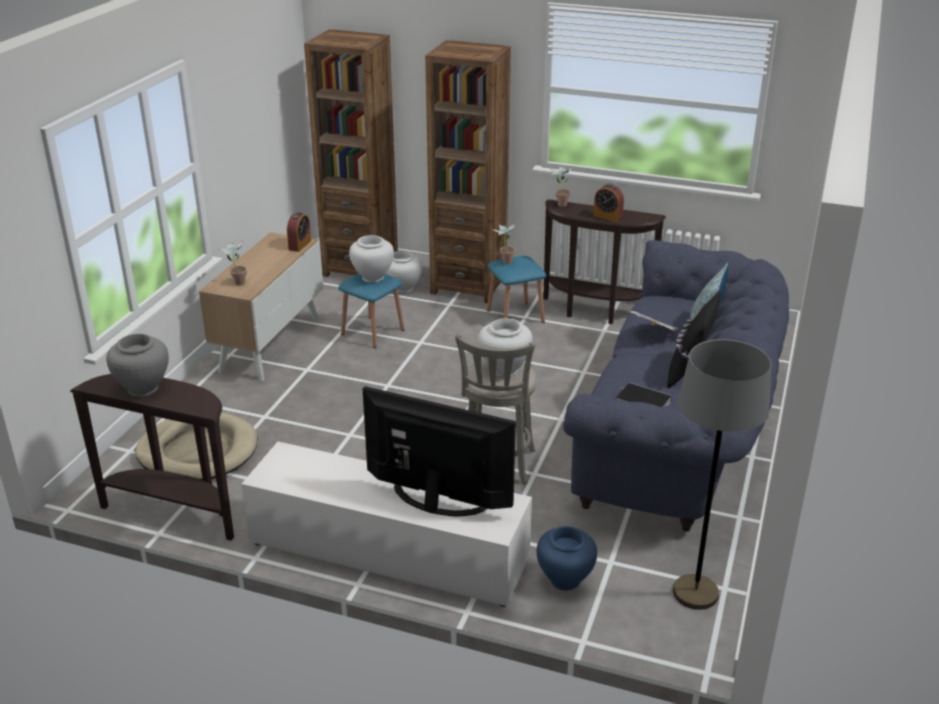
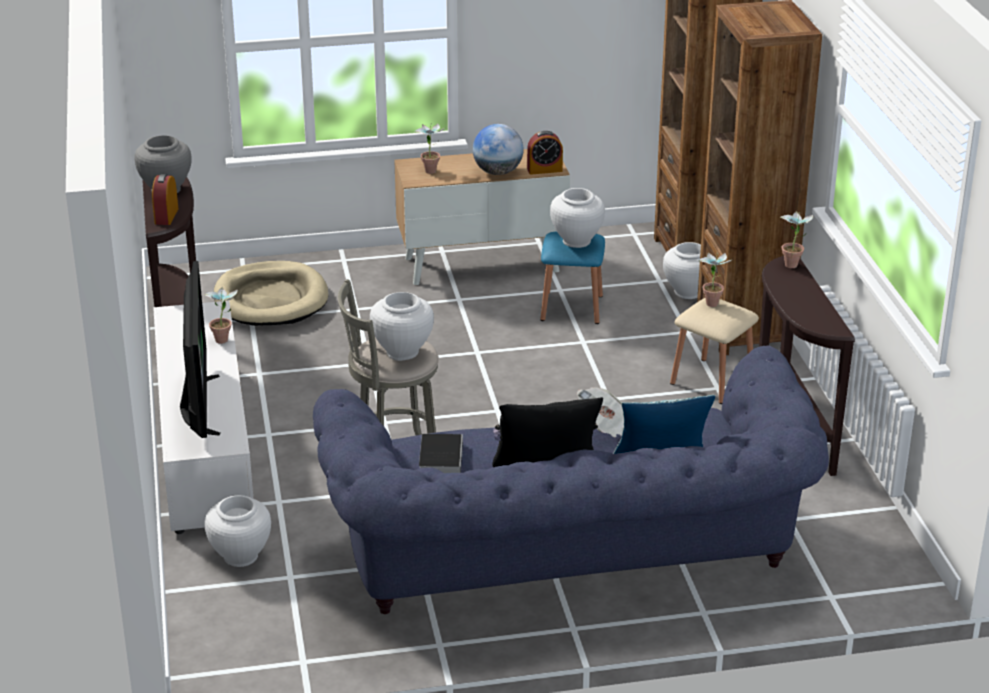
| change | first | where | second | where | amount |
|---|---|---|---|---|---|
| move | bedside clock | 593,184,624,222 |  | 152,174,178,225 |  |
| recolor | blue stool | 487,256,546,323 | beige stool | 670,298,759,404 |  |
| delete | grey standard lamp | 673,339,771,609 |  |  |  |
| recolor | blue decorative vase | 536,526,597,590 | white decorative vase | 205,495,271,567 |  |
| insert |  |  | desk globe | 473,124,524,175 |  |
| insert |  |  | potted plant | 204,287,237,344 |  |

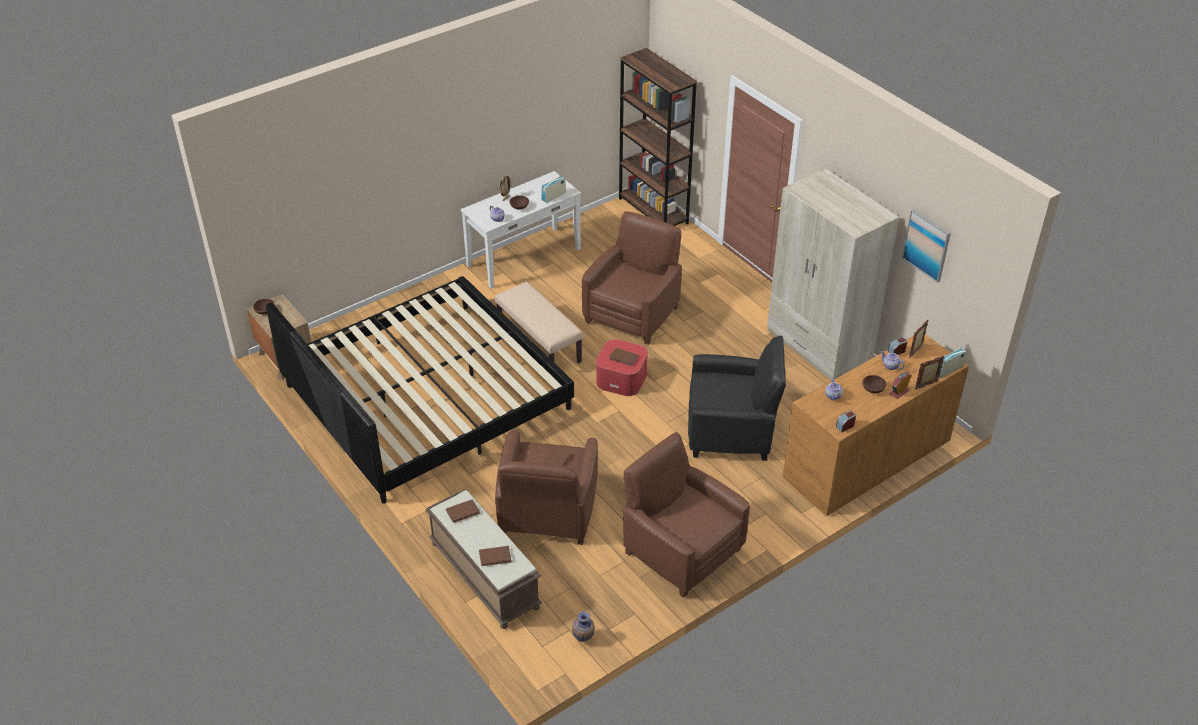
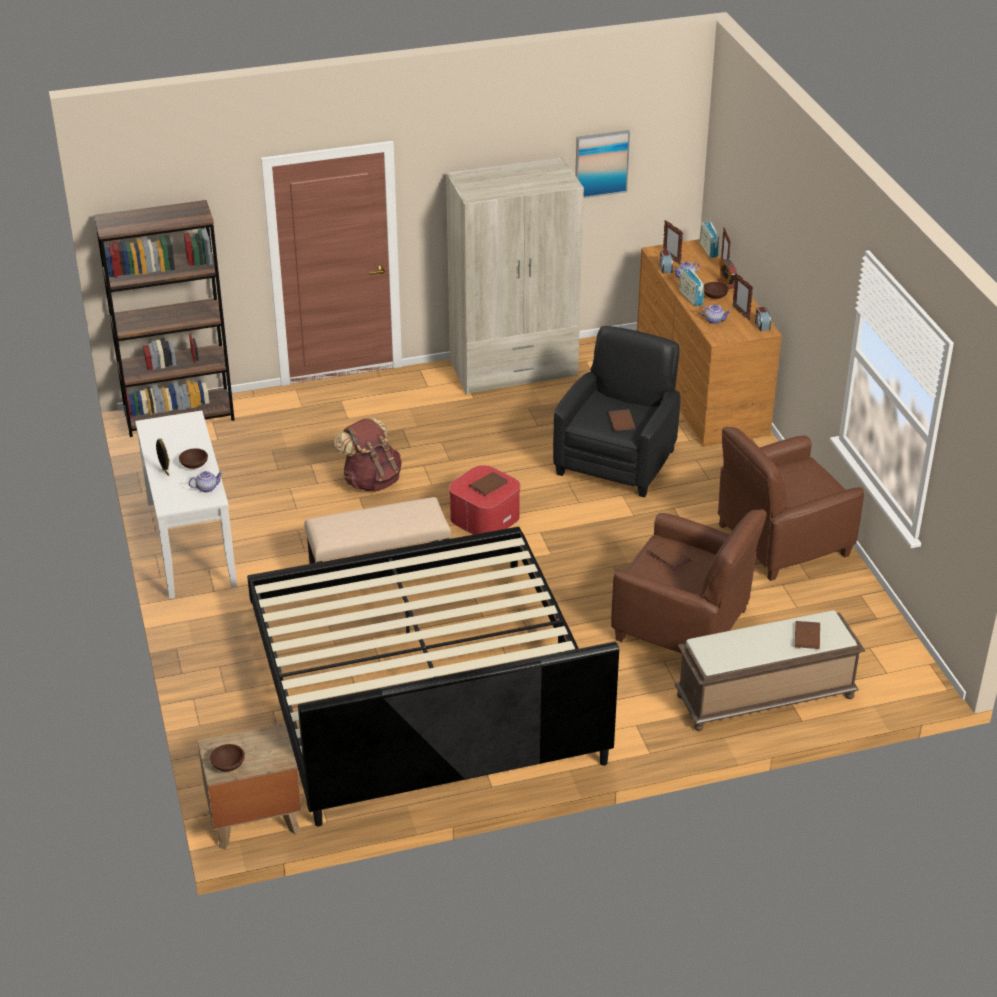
| change | first | where | second | where | amount |
|---|---|---|---|---|---|
| move | radio receiver | 542,174,566,203 |  | 679,266,704,306 |  |
| replace | brown armchair | 582,212,682,345 | brown knapsack | 334,418,402,491 |  |
| move | brown book | 446,499,480,523 |  | 609,409,635,431 |  |
| delete | decorative vase | 572,611,595,642 |  |  |  |
| insert |  |  | picture frame | 733,273,753,320 |  |

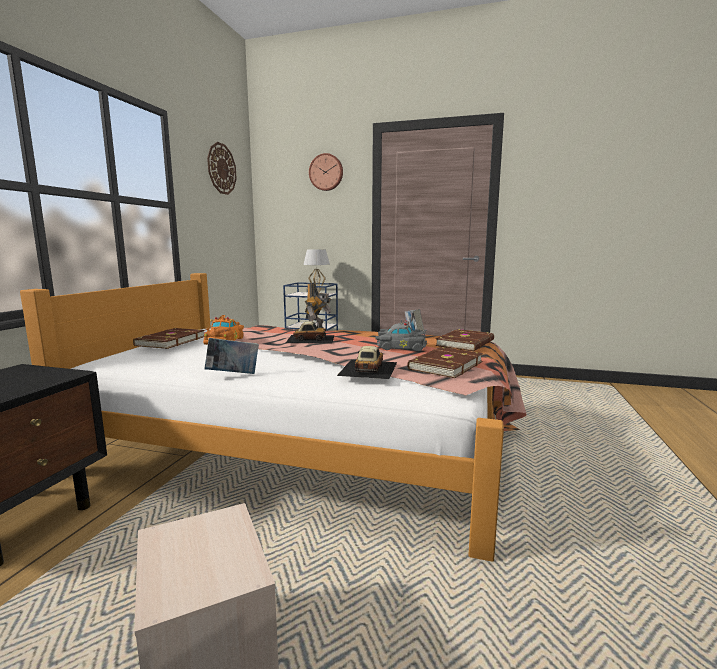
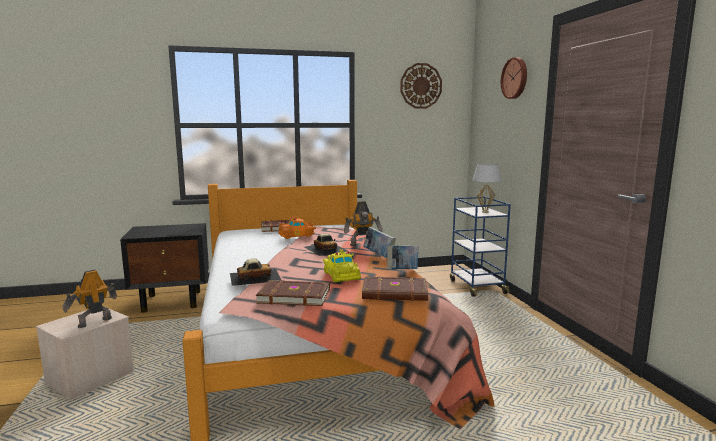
| change | first | where | second | where | amount |
|---|---|---|---|---|---|
| recolor | grey miniature car | 375,320,427,352 | yellow miniature car | 323,249,361,282 |  |
| move | book | 204,338,259,374 |  | 363,227,396,258 |  |
| insert |  |  | toy robot | 63,269,117,328 |  |

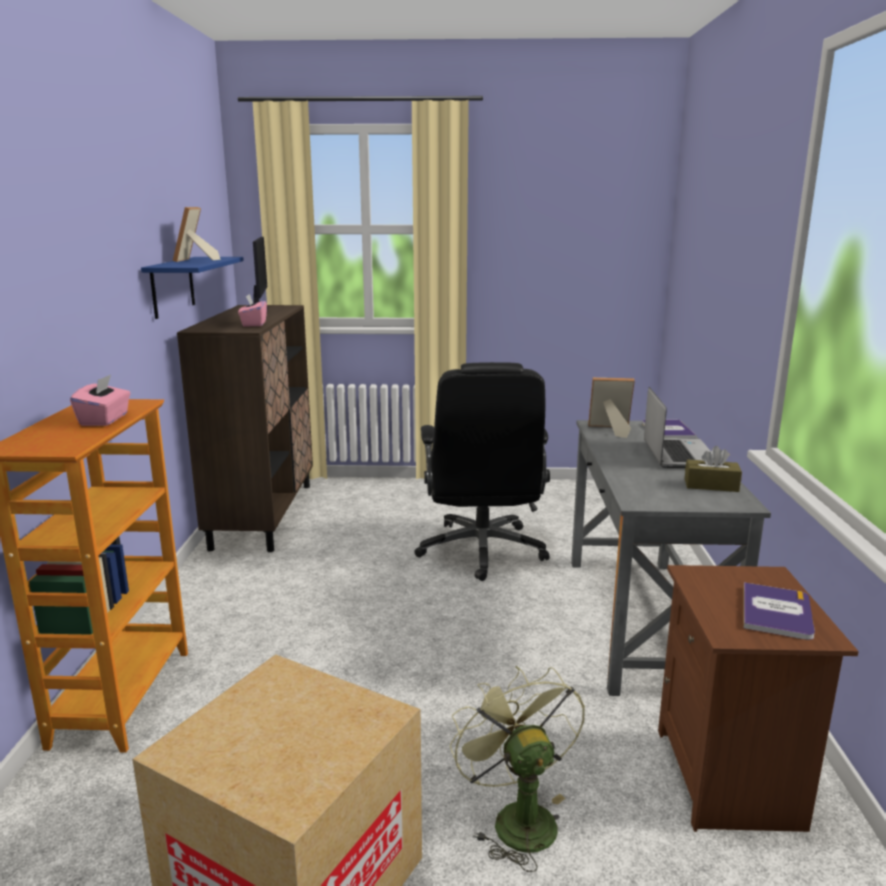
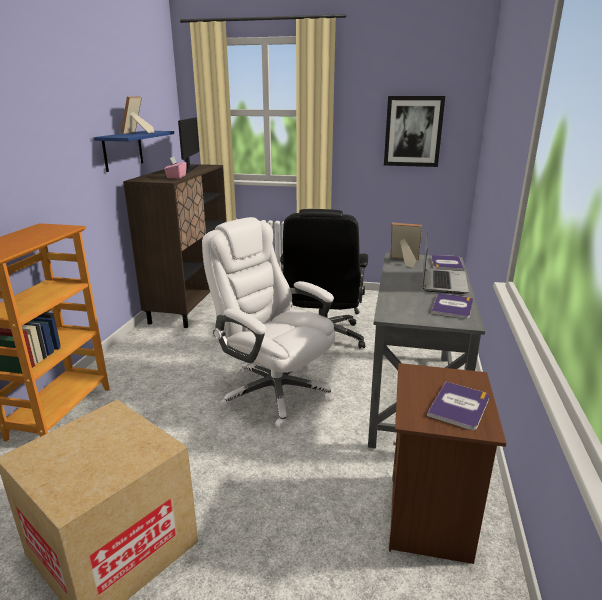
| change | first | where | second | where | amount |
|---|---|---|---|---|---|
| delete | pink tissue box | 70,374,130,426 |  |  |  |
| replace | brown tissue box | 685,446,742,492 | book | 431,293,473,319 |  |
| delete | green electric fan | 450,666,585,872 |  |  |  |
| insert |  |  | picture | 384,96,445,167 |  |
| insert |  |  | white desk chair | 202,217,335,429 |  |

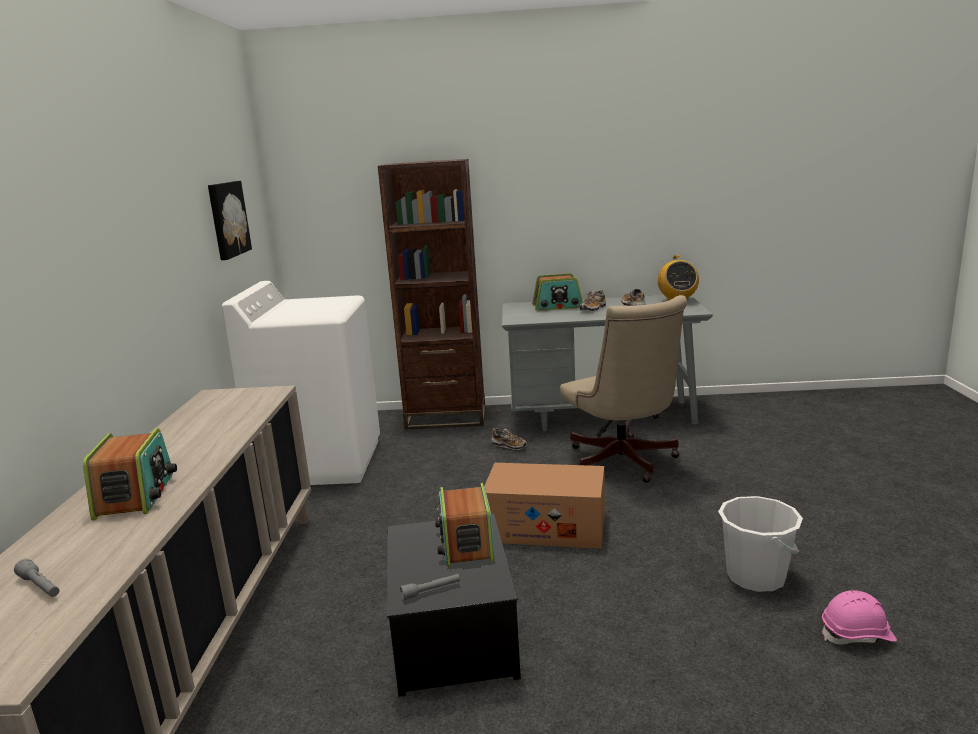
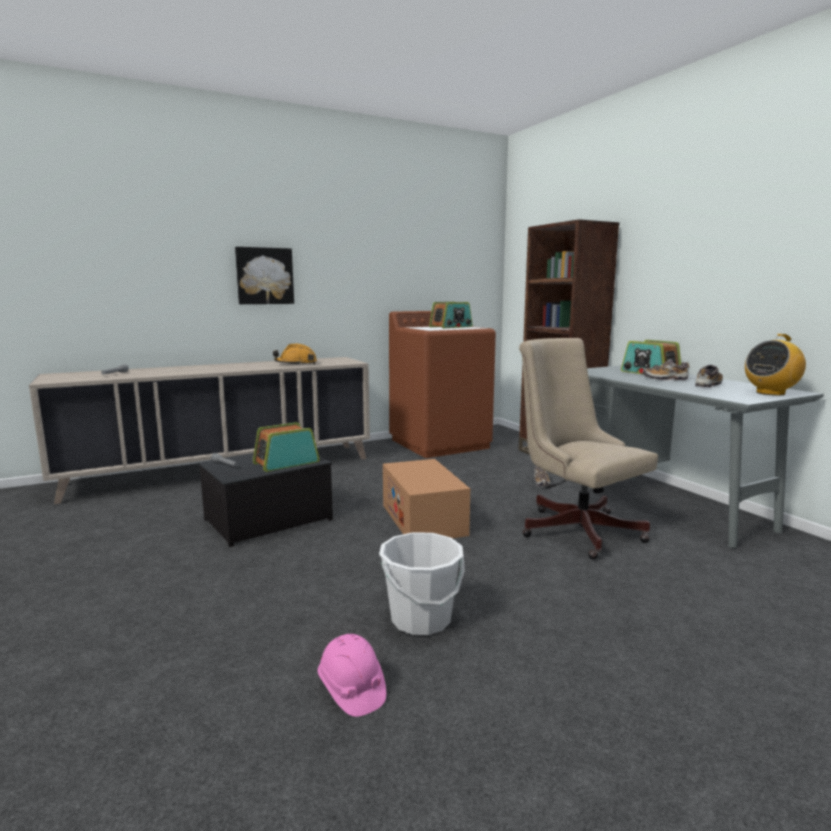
| change | first | where | second | where | amount |
|---|---|---|---|---|---|
| move | picture | 208,181,252,260 |  | 235,247,294,304 |  |
| recolor | white laundry appliance | 222,281,380,485 | brown laundry appliance | 389,311,496,458 |  |
| rotate | beige desk chair | 560,295,687,483 |  | 519,338,658,559 | 105 degrees clockwise |
| move | radio receiver | 83,428,177,521 |  | 429,302,473,328 |  |
| insert |  |  | orange work helmet | 273,344,317,365 |  |

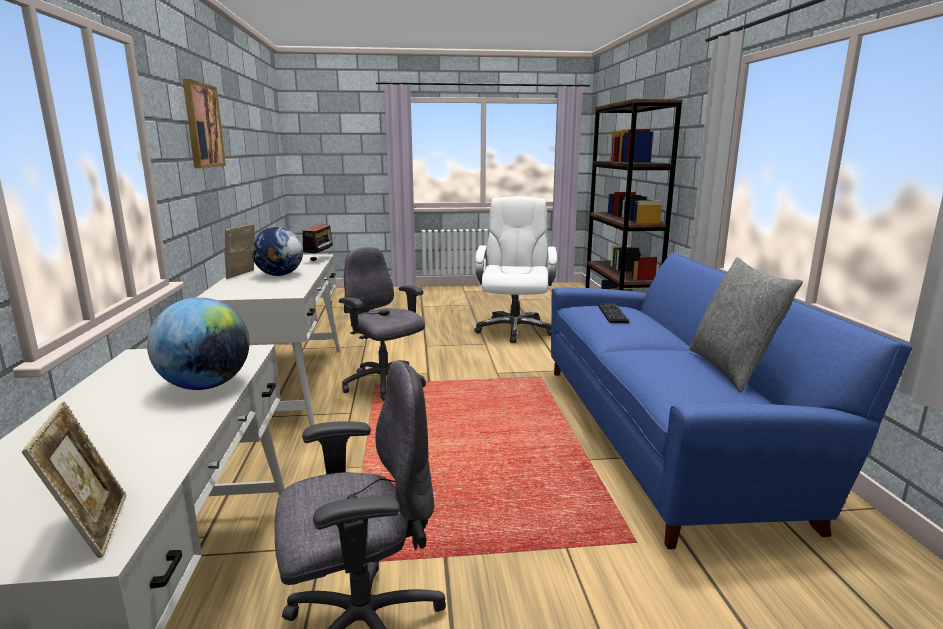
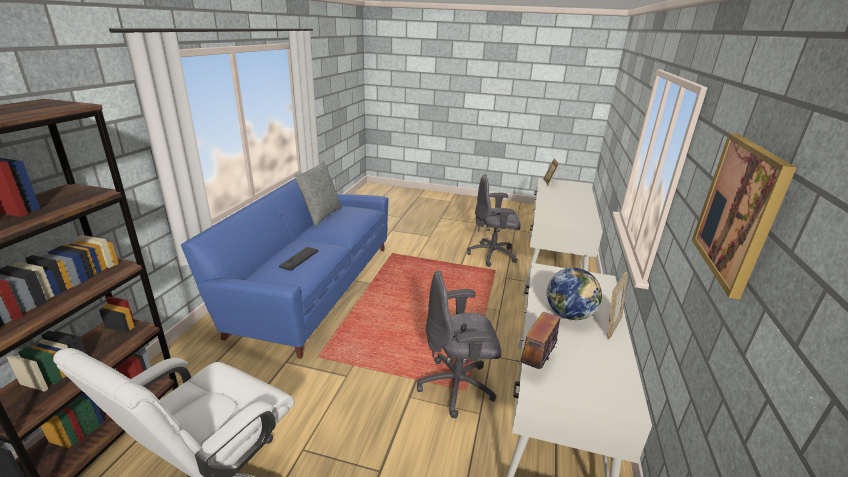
| change | first | where | second | where | amount |
|---|---|---|---|---|---|
| rotate | grey desk chair | 339,247,426,401 |  | 417,270,502,418 | 105 degrees clockwise |
| delete | desk globe | 147,297,250,390 |  |  |  |

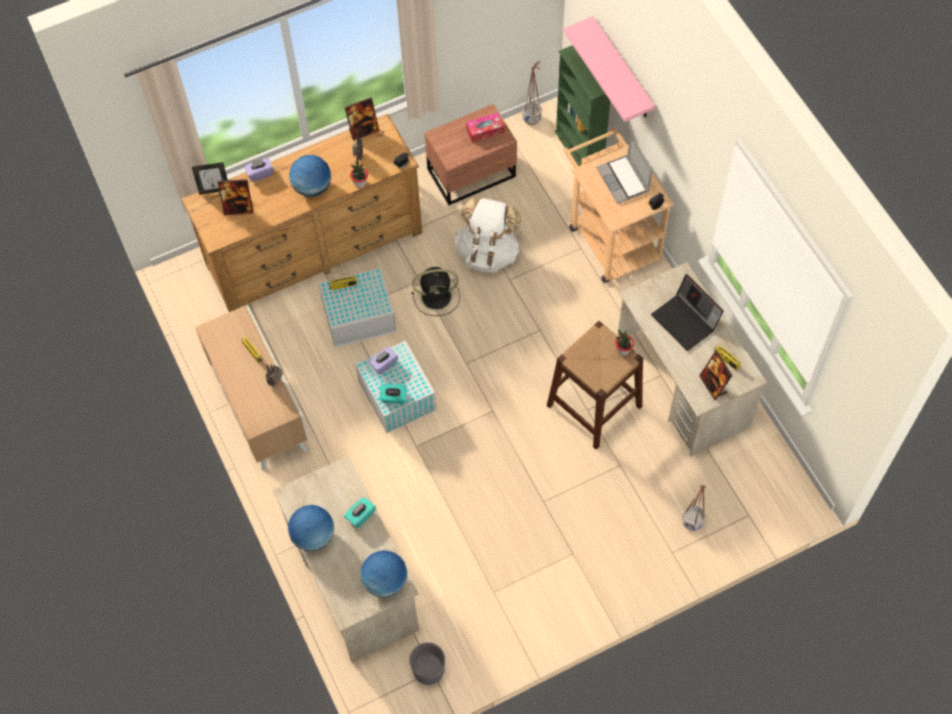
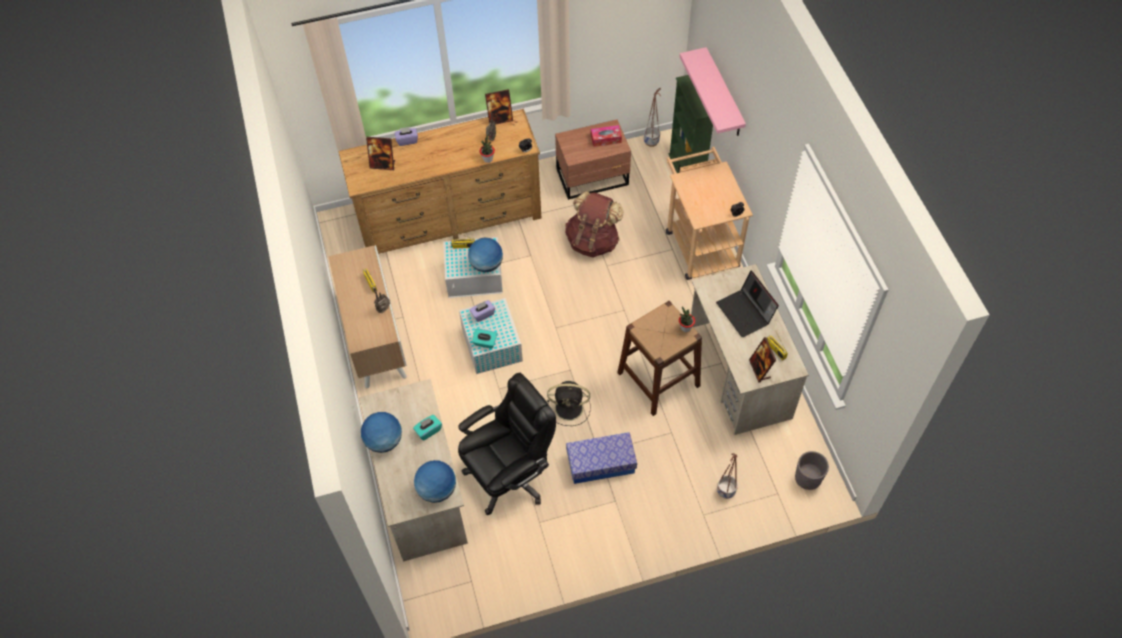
| change | first | where | second | where | amount |
|---|---|---|---|---|---|
| delete | notebook computer | 596,134,652,204 |  |  |  |
| move | desk globe | 289,155,331,197 |  | 468,237,503,272 |  |
| delete | picture frame | 192,162,228,195 |  |  |  |
| recolor | white knapsack | 455,198,521,273 | brown knapsack | 565,191,624,257 |  |
| move | black electric fan | 412,267,460,316 |  | 547,381,591,426 |  |
| move | grey planter | 409,642,445,685 |  | 795,451,829,490 |  |
| insert |  |  | black desk chair | 458,372,556,515 |  |
| insert |  |  | storage container | 566,432,637,484 |  |

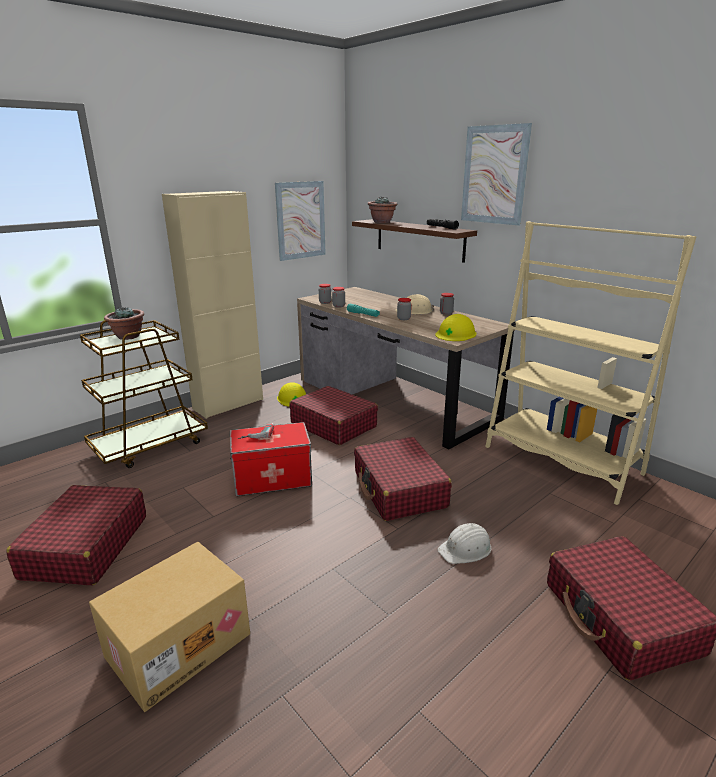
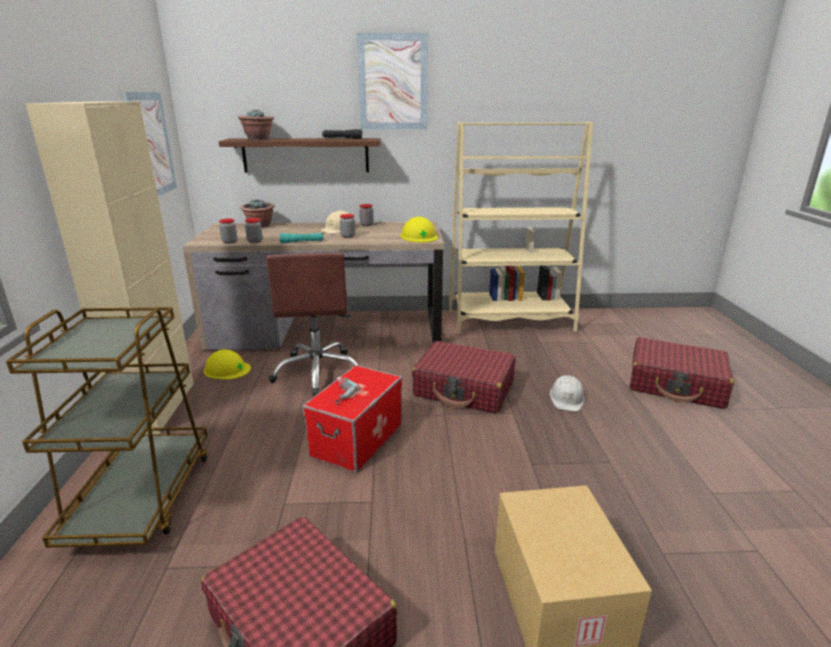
| change | first | where | second | where | amount |
|---|---|---|---|---|---|
| move | potted plant | 104,307,144,340 |  | 241,199,275,228 |  |
| replace | red piece of luggage | 289,386,378,445 | brown desk chair | 266,252,359,396 |  |

